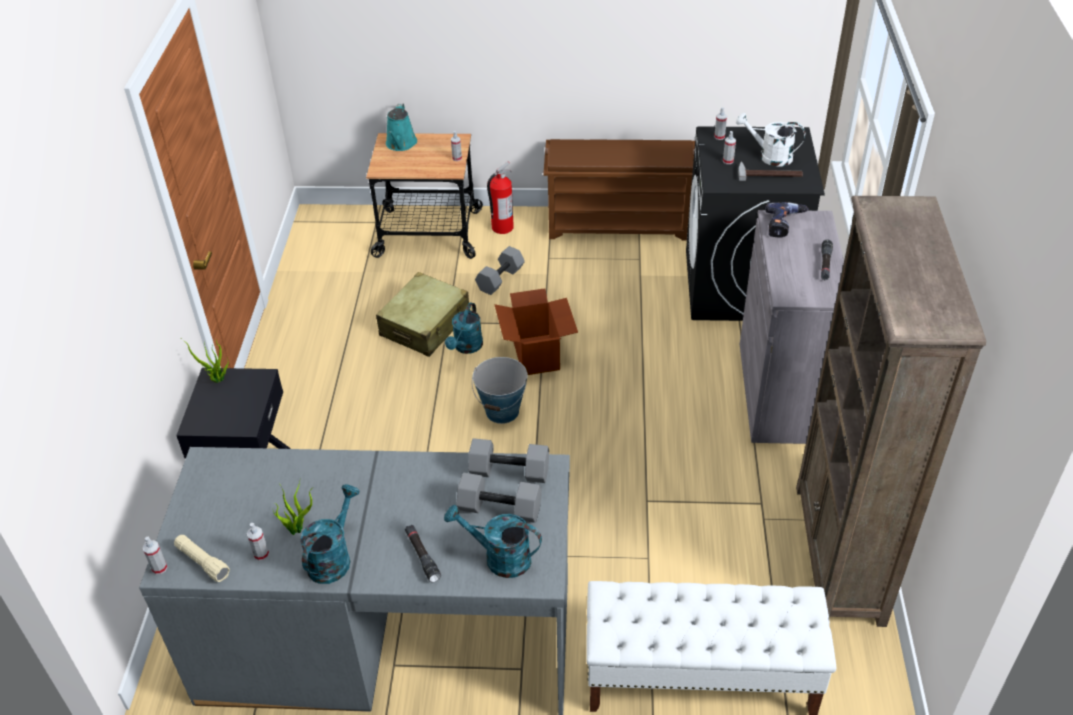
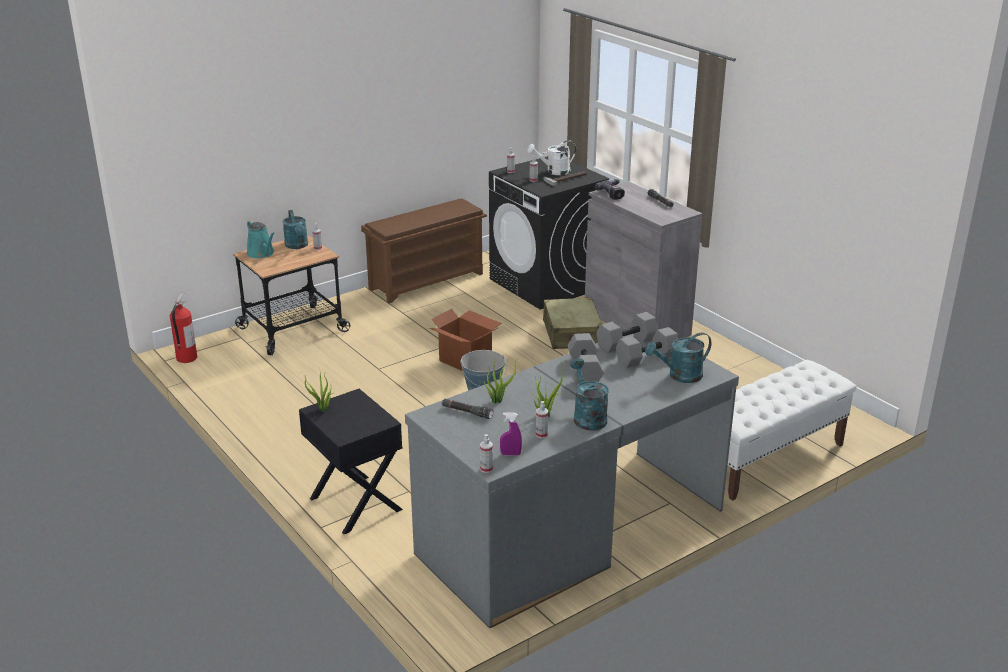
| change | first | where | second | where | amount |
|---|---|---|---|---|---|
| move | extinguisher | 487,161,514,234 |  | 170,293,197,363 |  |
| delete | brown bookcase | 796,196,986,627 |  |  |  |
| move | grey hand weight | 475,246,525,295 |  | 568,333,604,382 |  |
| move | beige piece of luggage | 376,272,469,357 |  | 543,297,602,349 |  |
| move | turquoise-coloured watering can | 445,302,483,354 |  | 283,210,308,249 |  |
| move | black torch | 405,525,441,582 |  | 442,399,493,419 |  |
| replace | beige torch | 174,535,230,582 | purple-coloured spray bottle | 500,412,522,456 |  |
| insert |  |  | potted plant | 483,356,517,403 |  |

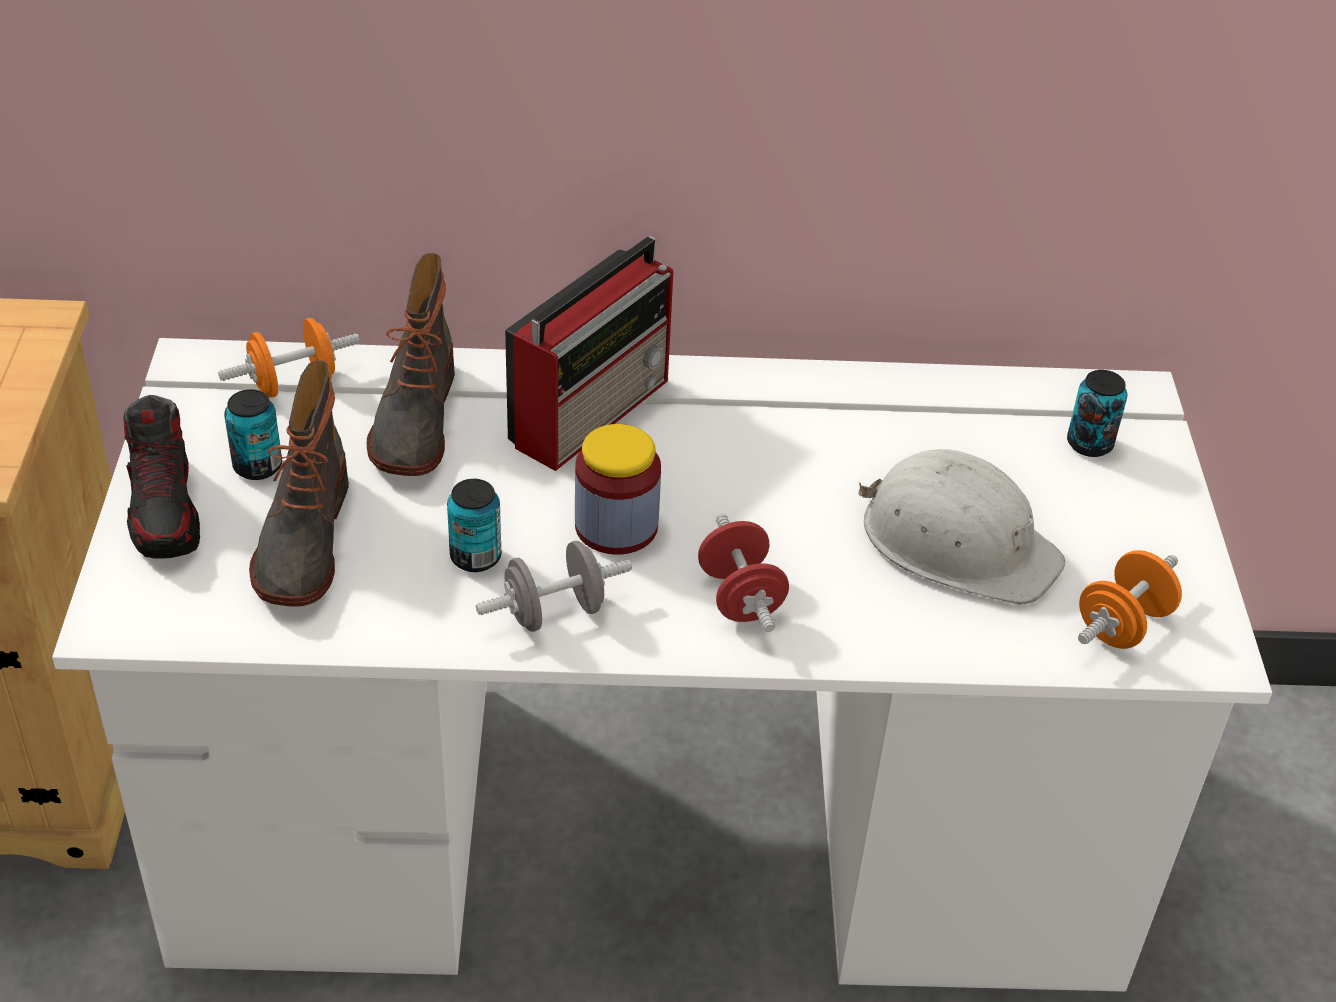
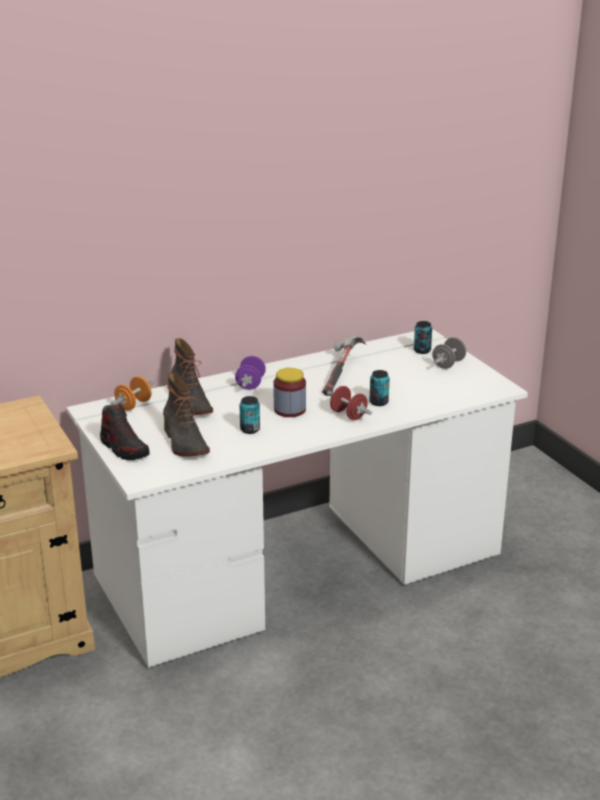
| change | first | where | second | where | amount |
|---|---|---|---|---|---|
| replace | radio receiver | 505,236,673,471 | purple-coloured hand weight | 235,356,266,390 |  |
| move | metal can | 224,389,282,480 |  | 370,370,390,406 |  |
| delete | white work helmet | 858,449,1065,604 |  |  |  |
| move | grey hand weight | 476,541,632,632 |  | 433,337,466,369 |  |
| delete | orange hand weight | 1078,550,1182,649 |  |  |  |
| insert |  |  | hand hammer | 322,335,366,396 |  |

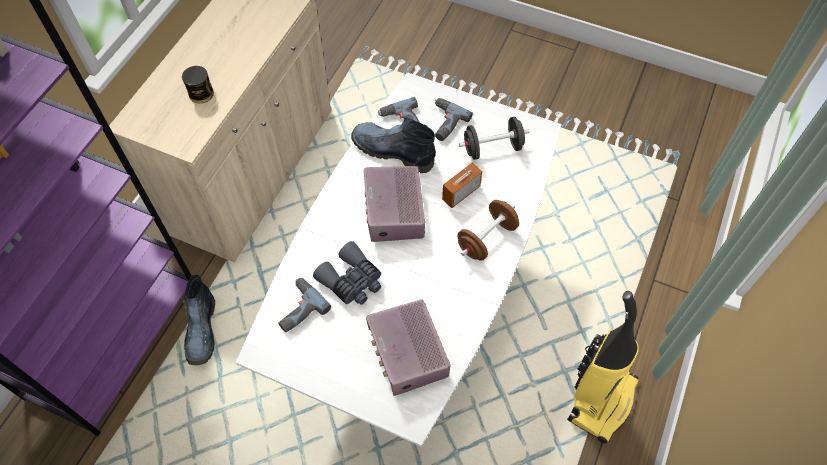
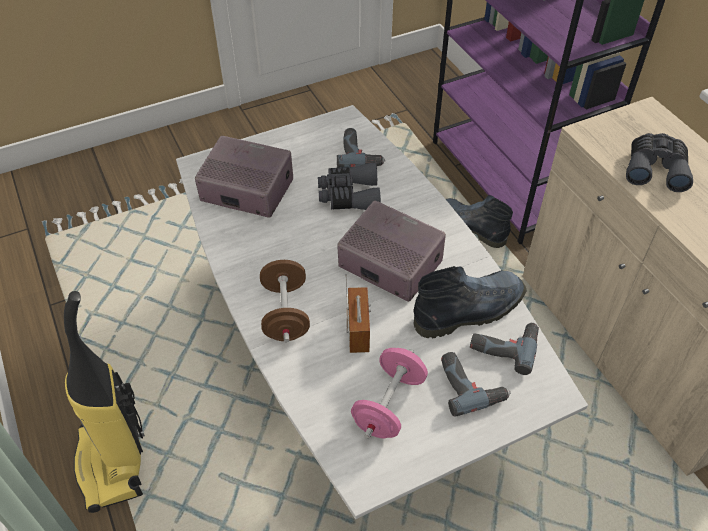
| change | first | where | second | where | amount |
|---|---|---|---|---|---|
| replace | metal can | 182,66,214,103 | grey pair of binoculars | 626,133,693,192 |  |
| recolor | black hand weight | 459,117,529,160 | pink hand weight | 351,348,428,438 |  |

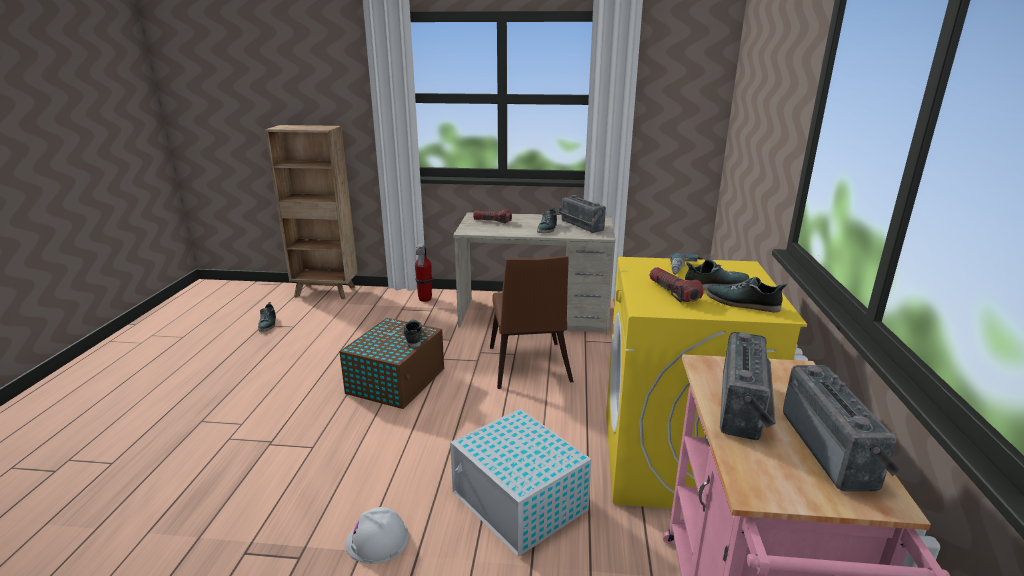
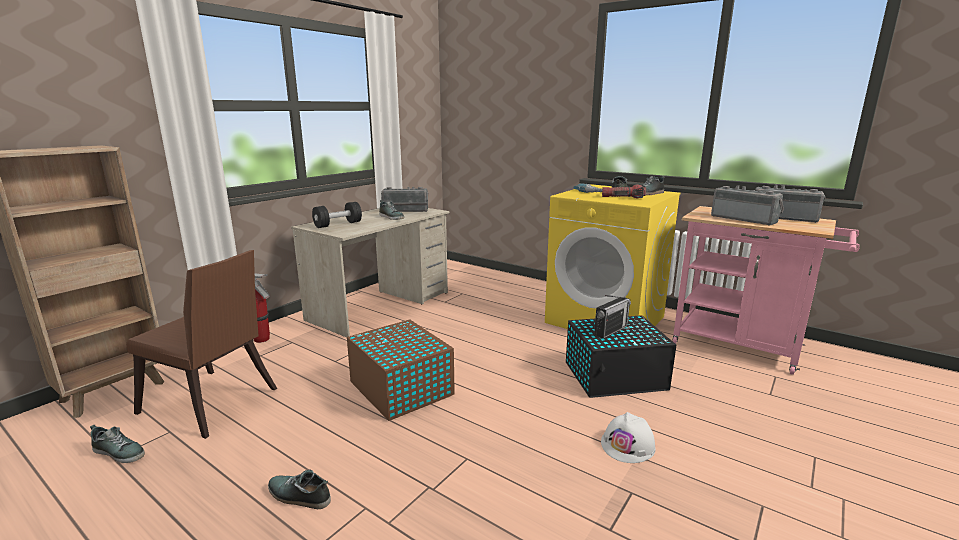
| change | first | where | second | where | amount |
|---|---|---|---|---|---|
| replace | torch | 473,210,512,223 | black hand weight | 312,202,362,228 |  |
| move | brown upright chair | 490,256,574,389 |  | 126,250,277,439 |  |
| move | low shoe | 404,320,422,348 |  | 268,469,331,509 |  |
| recolor | white storage container | 450,409,591,556 | black storage container | 566,315,676,398 |  |
| insert |  |  | radio receiver | 594,295,631,339 |  |

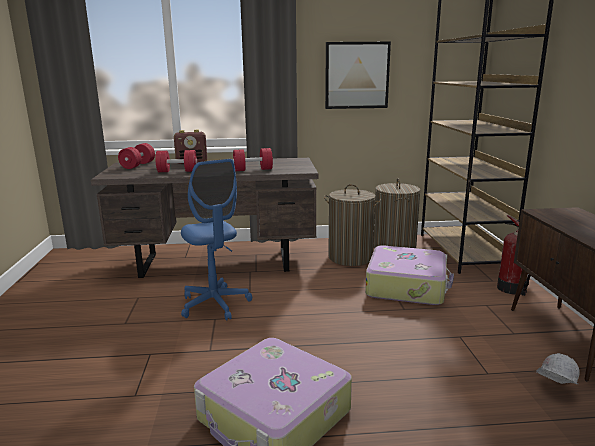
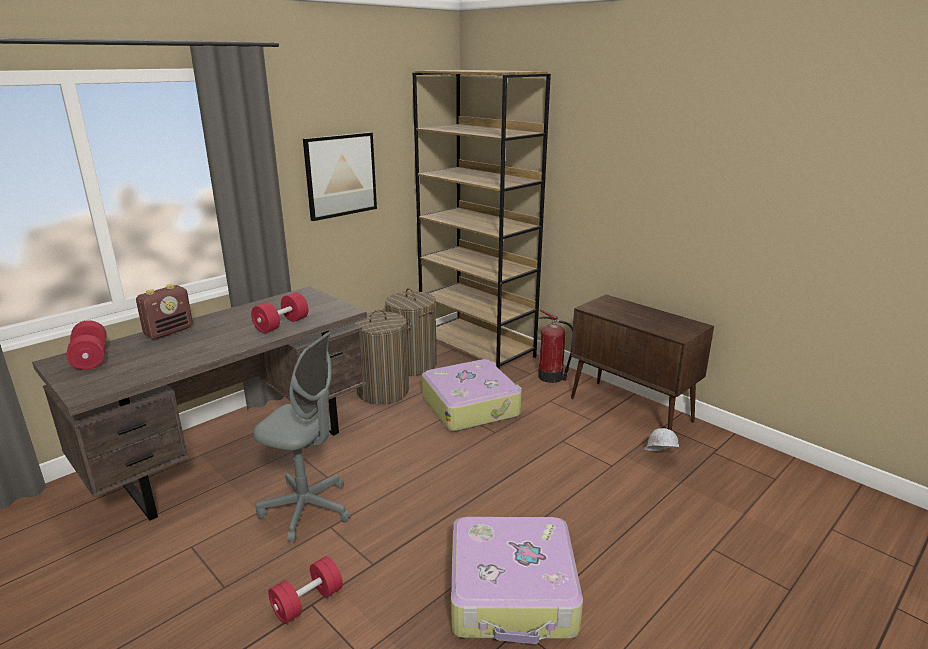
| change | first | where | second | where | amount |
|---|---|---|---|---|---|
| move | red hand weight | 155,150,197,172 |  | 268,556,343,624 |  |
| recolor | blue desk chair | 181,159,252,320 | grey desk chair | 253,332,351,542 |  |

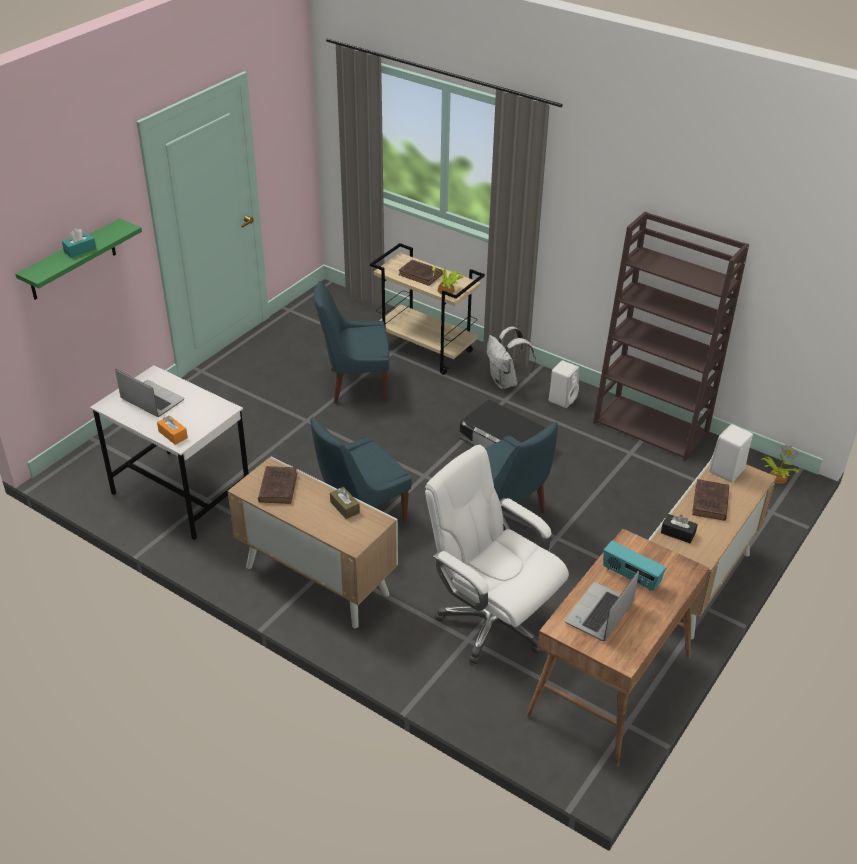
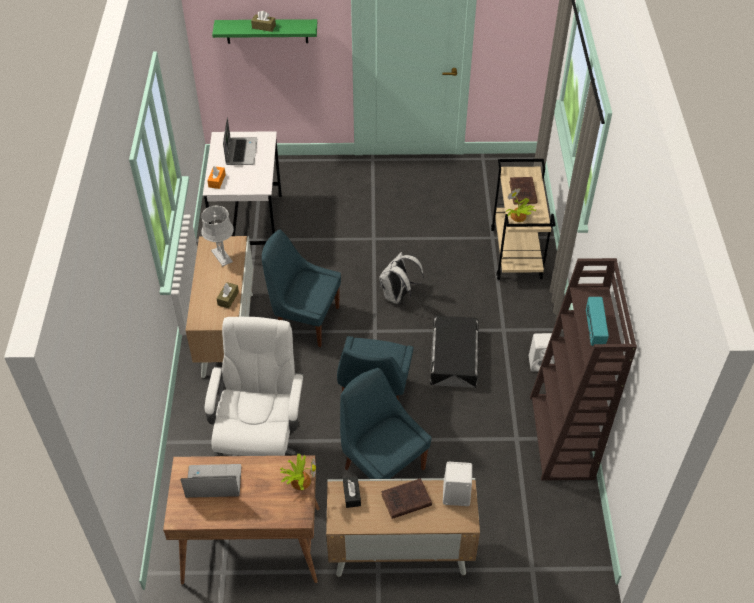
| change | first | where | second | where | amount |
|---|---|---|---|---|---|
| recolor | turquoise-coloured tissue box | 62,228,96,258 | brown tissue box | 251,11,276,32 |  |
| move | blue upright chair | 314,281,389,404 |  | 340,368,432,479 |  |
| move | white knapsack | 487,326,536,389 |  | 379,252,424,304 |  |
| move | potted plant | 761,444,800,484 |  | 280,454,316,490 |  |
| replace | brown book | 258,466,297,504 | grey table lamp | 201,206,234,266 |  |
| move | radio receiver | 603,541,666,591 |  | 586,297,609,346 |  |

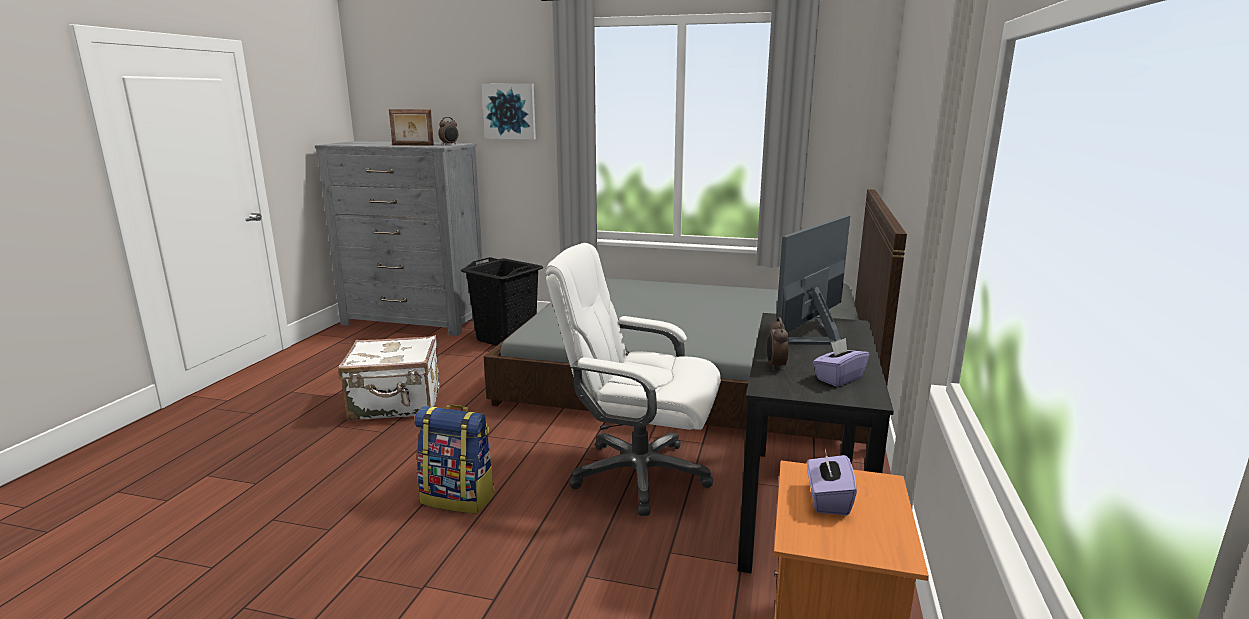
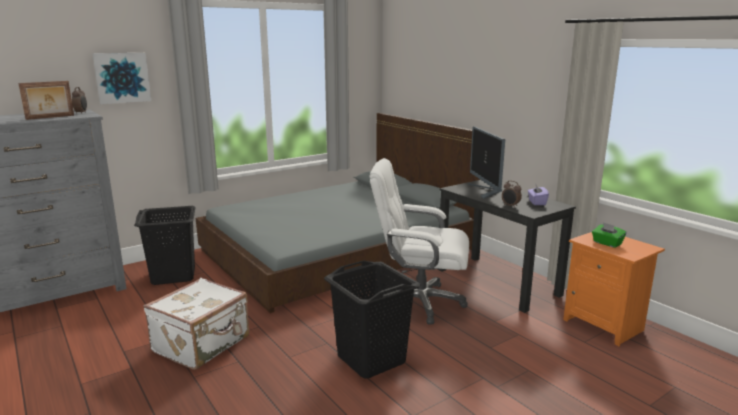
| change | first | where | second | where | amount |
|---|---|---|---|---|---|
| rotate | white desk chair | 545,243,721,516 |  | 369,158,469,325 | 45 degrees clockwise |
| replace | knapsack | 415,405,495,513 | black hamper | 324,260,421,379 |  |
| recolor | purple-coloured tissue box | 807,449,857,515 | green tissue box | 592,222,626,248 |  |

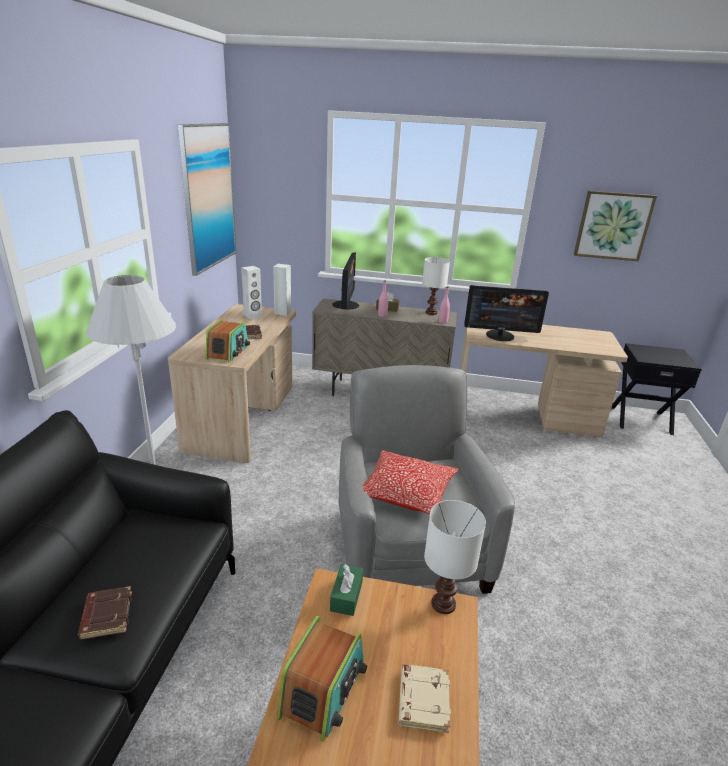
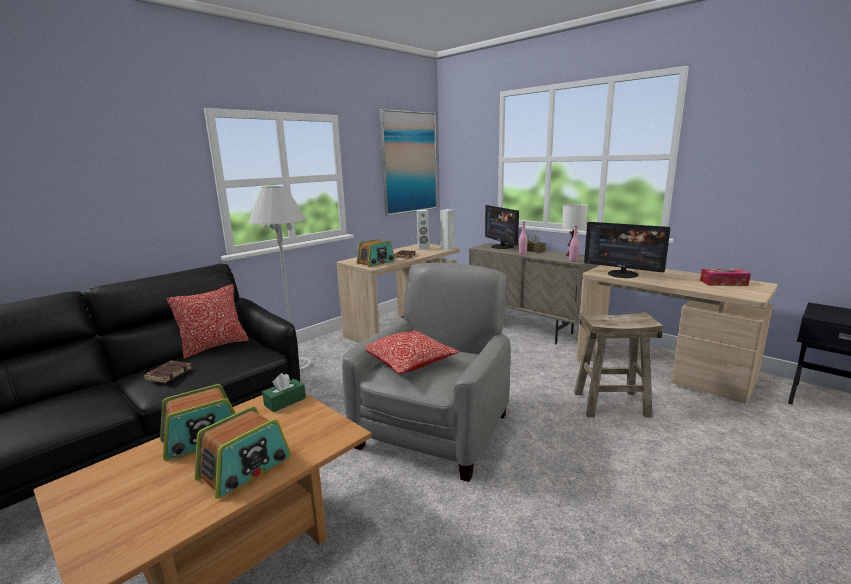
| change | first | where | second | where | amount |
|---|---|---|---|---|---|
| delete | picture | 574,191,657,261 |  |  |  |
| rotate | monitor | 333,252,359,309 |  | 485,205,519,249 | 120 degrees clockwise |
| delete | white table lamp | 424,500,486,614 |  |  |  |
| replace | beige book | 399,665,451,733 | radio receiver | 195,406,291,499 |  |
| insert |  |  | tissue box | 700,269,751,286 |  |
| insert |  |  | pillow | 167,284,249,359 |  |
| insert |  |  | beige stool | 574,312,663,417 |  |

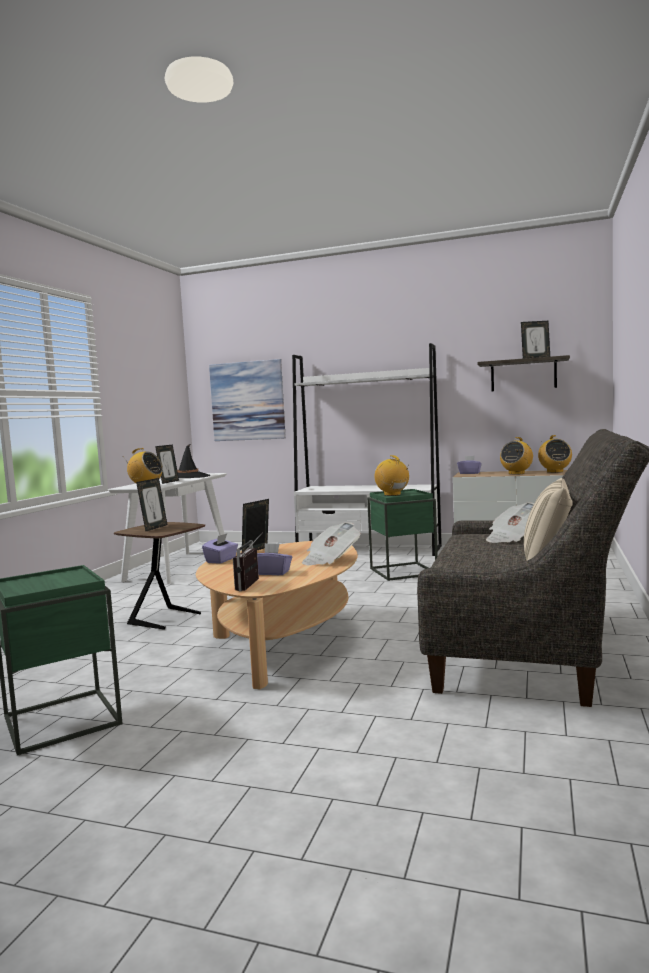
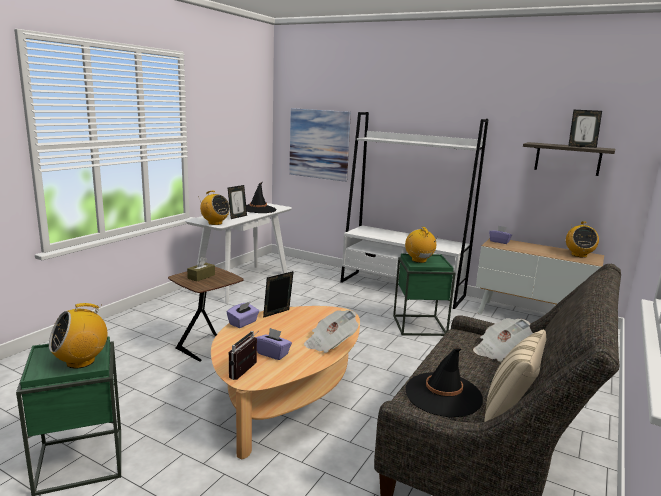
| change | first | where | second | where | amount |
|---|---|---|---|---|---|
| move | radio receiver | 500,437,533,475 |  | 49,303,108,368 |  |
| replace | picture frame | 136,478,168,532 | brown tissue box | 187,257,215,282 |  |
| insert |  |  | black clothing hat | 405,348,483,417 |  |

